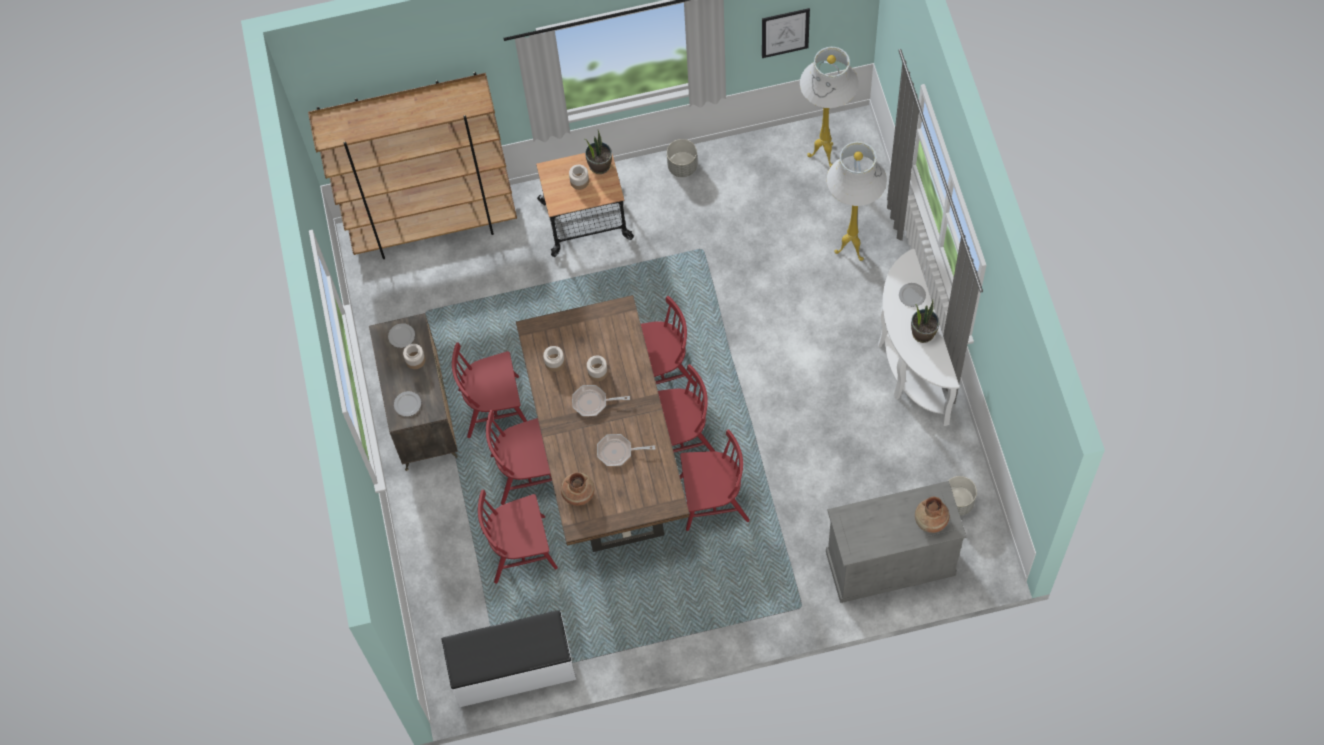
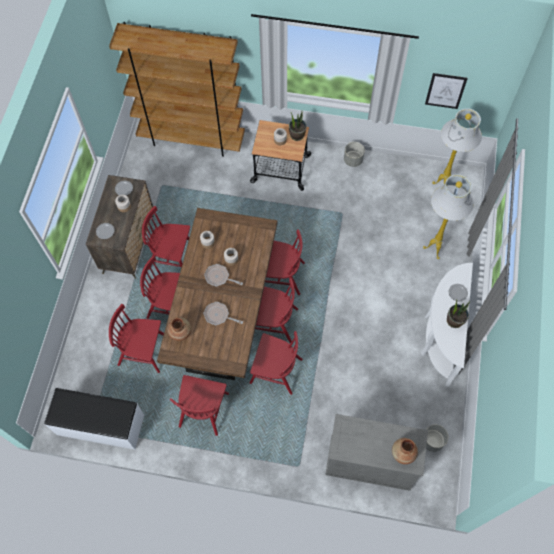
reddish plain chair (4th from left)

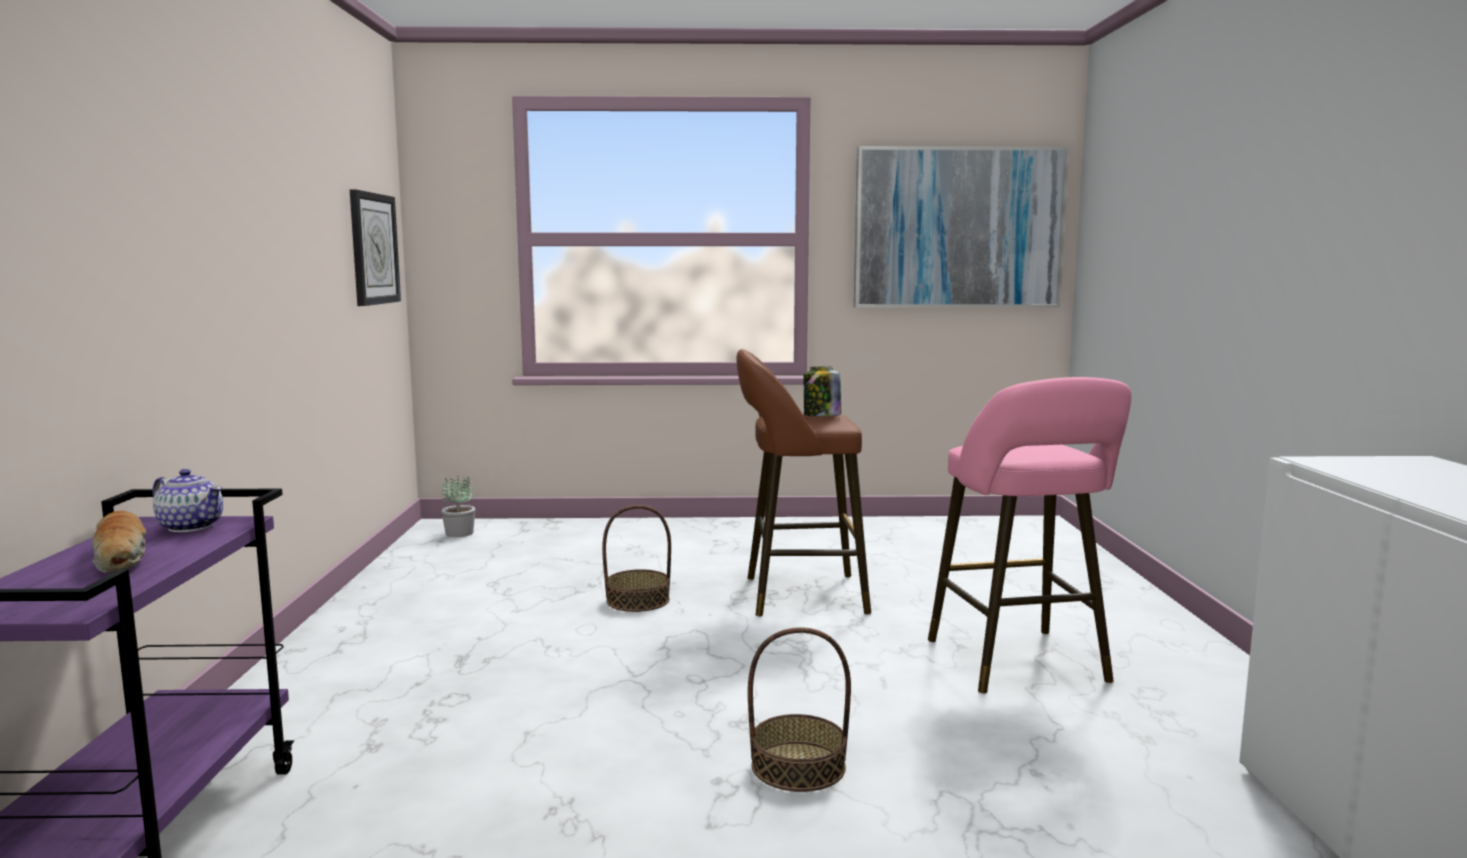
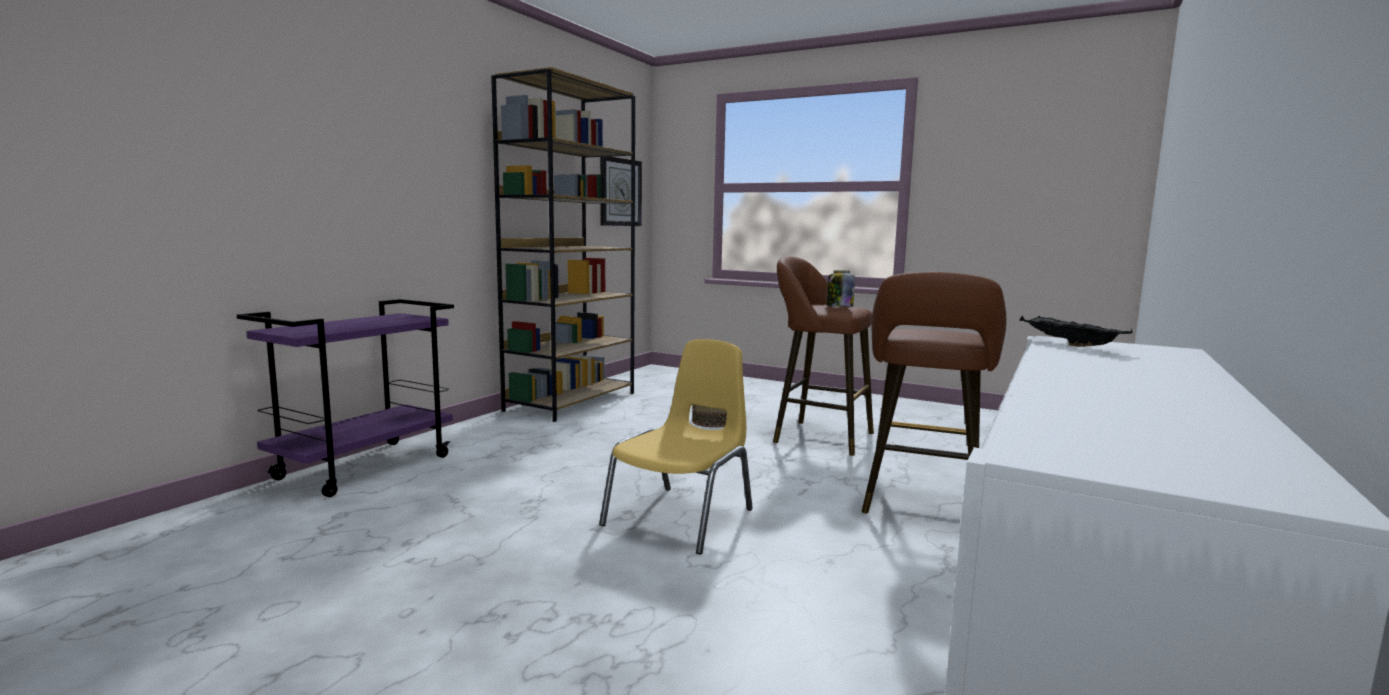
bread; tea pot; plant in a pot; picture; brownish bookshelf; blackish carrying tray; yellow plain chair; brownish sitting stool (2nd from left)

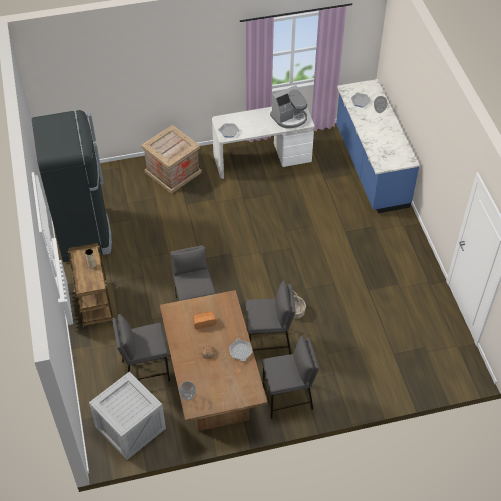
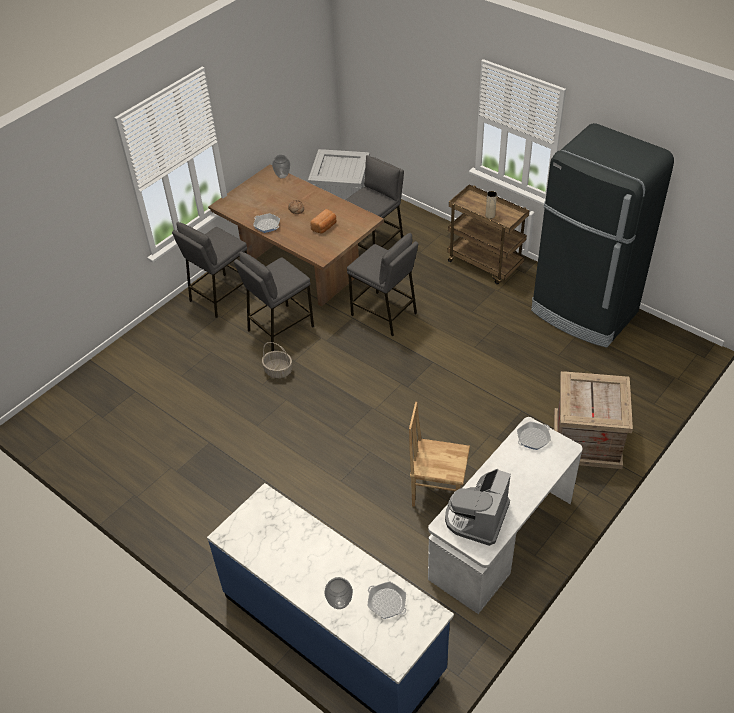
brownish plain chair

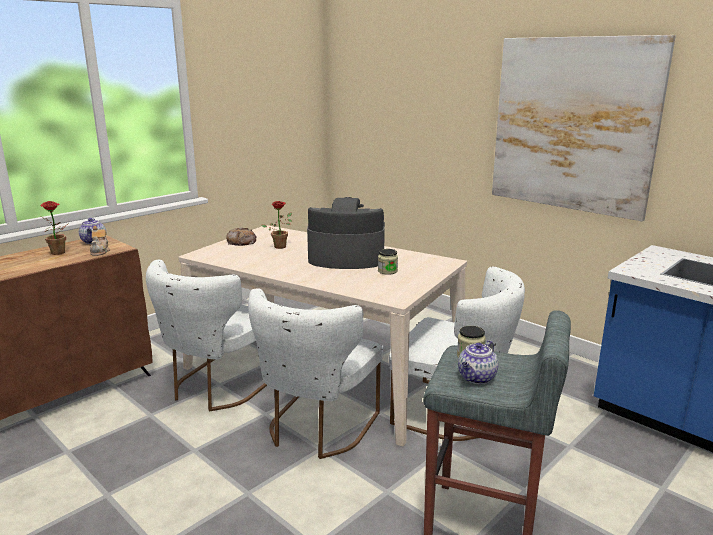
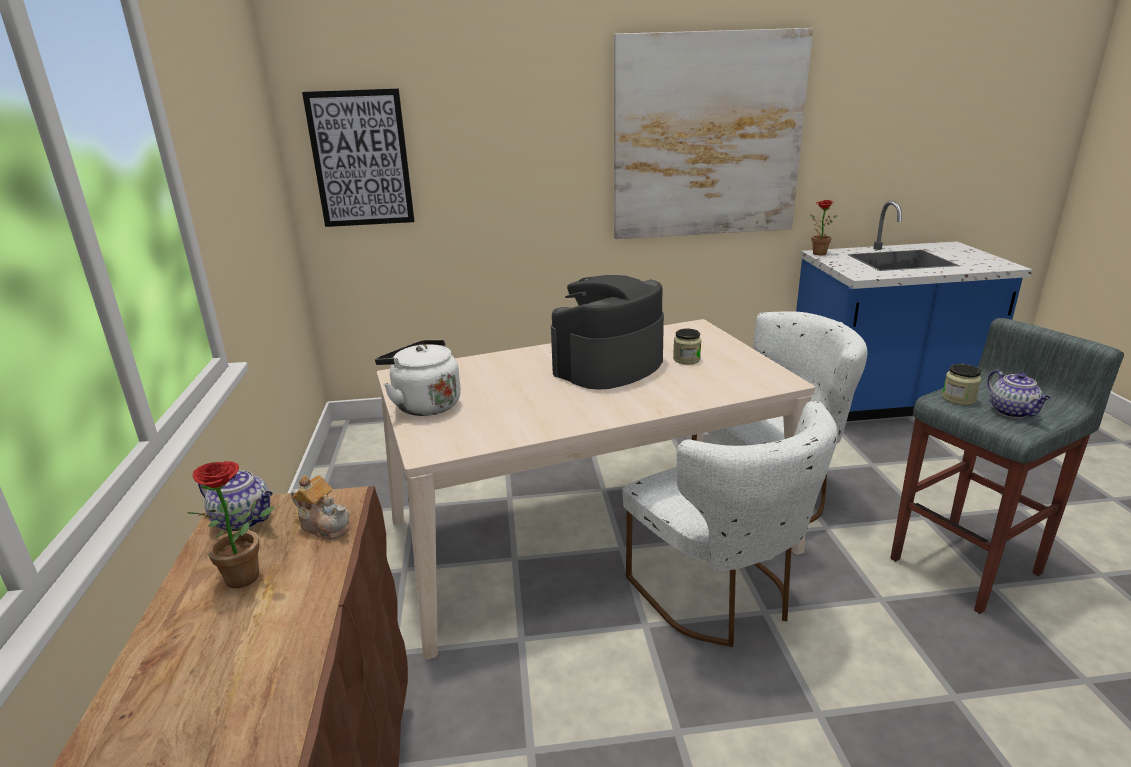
white-coloured plain chair (1st from left in the first image); picture (1st from left); plant in a pot (2nd from left); white-coloured kettle

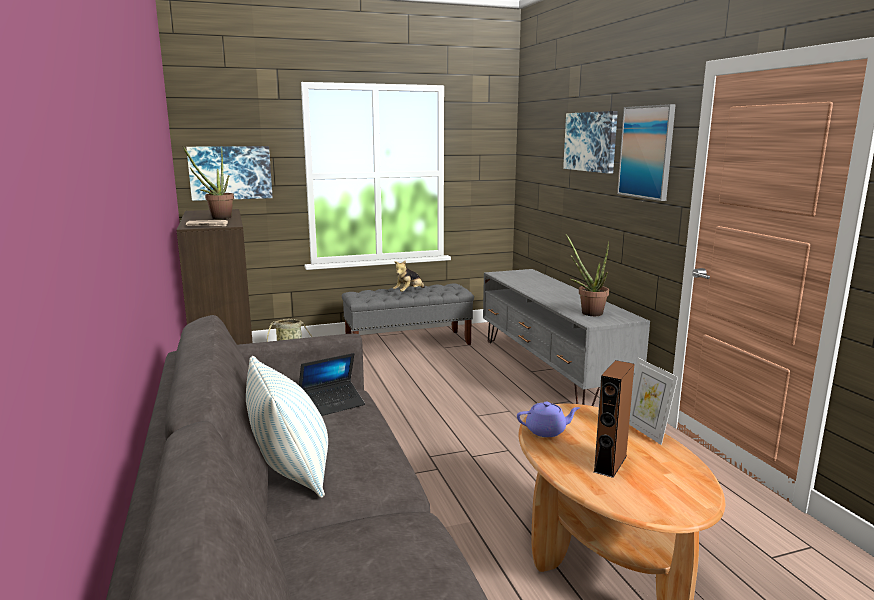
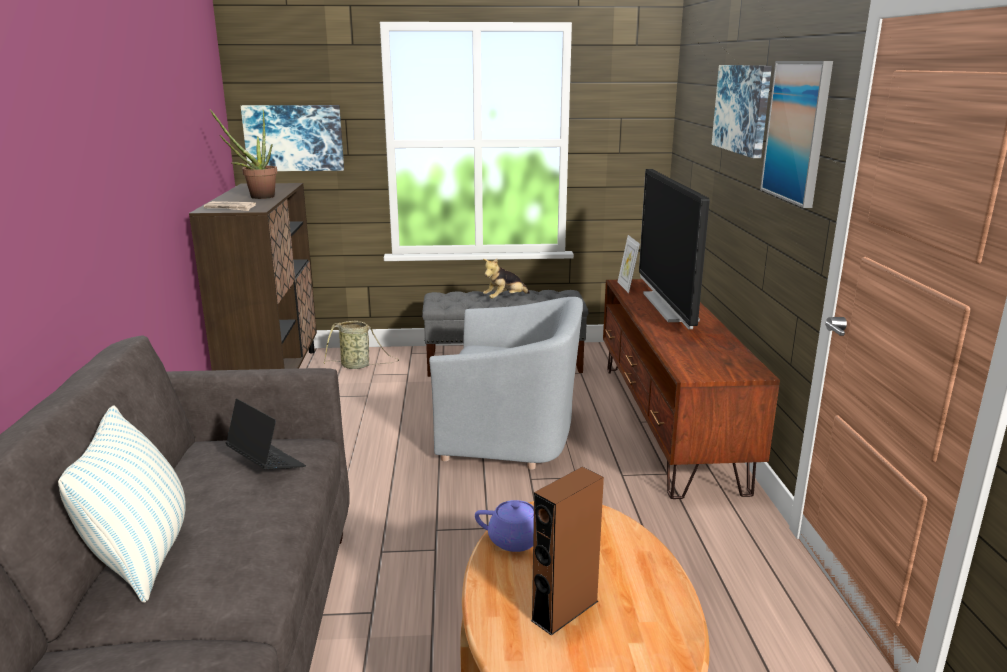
plant in a pot (2nd from left in the first image); gray armchair; TV; photo frame; brownish media console; portable computer

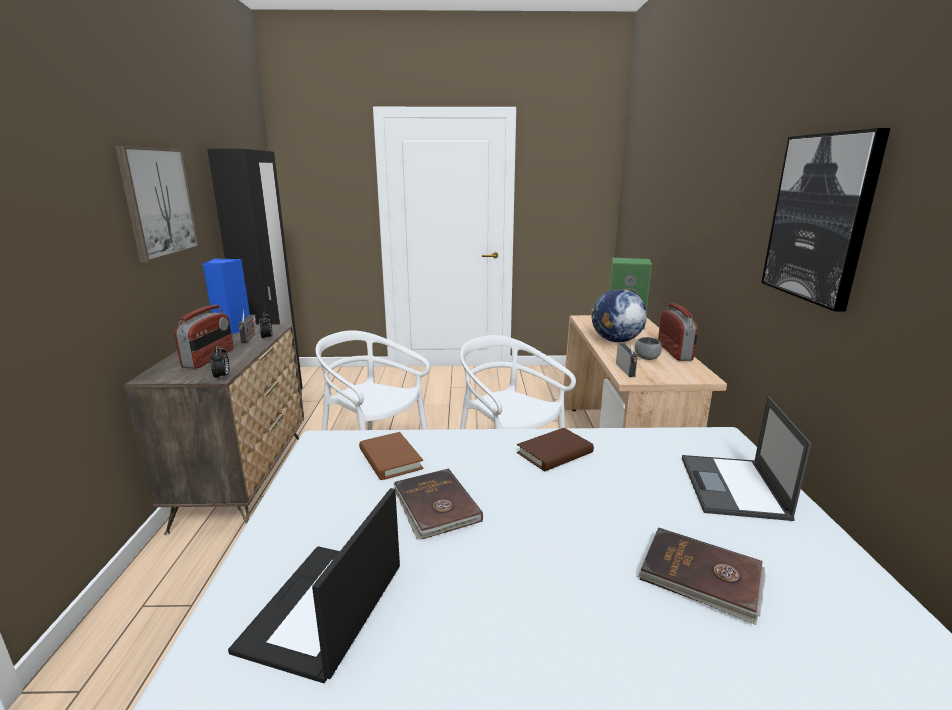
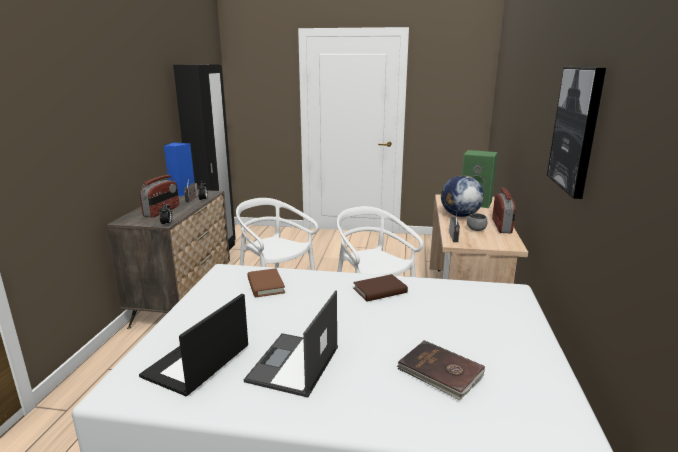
picture (1st from left in the first image); brownish book (2nd from left in the first image); portable computer (2nd from left)

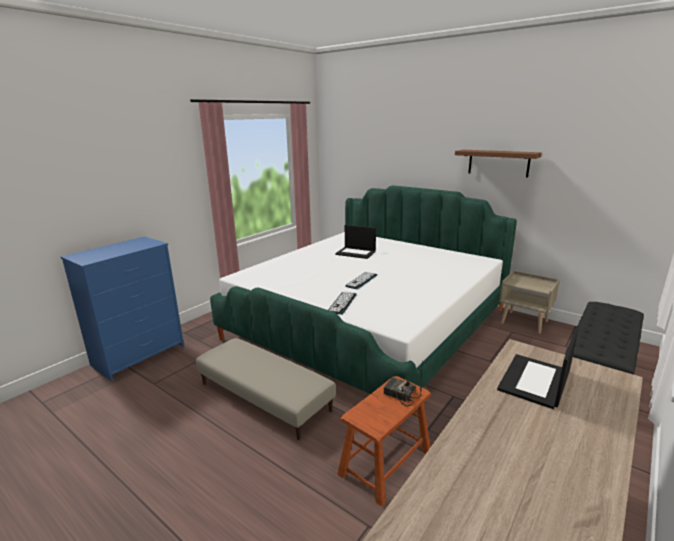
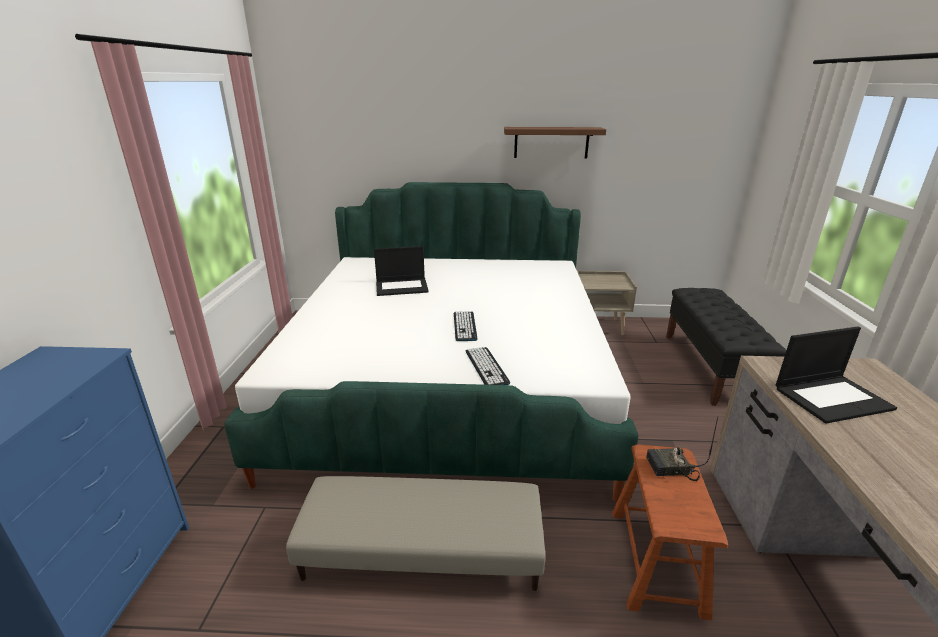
portable computer (2nd from left)

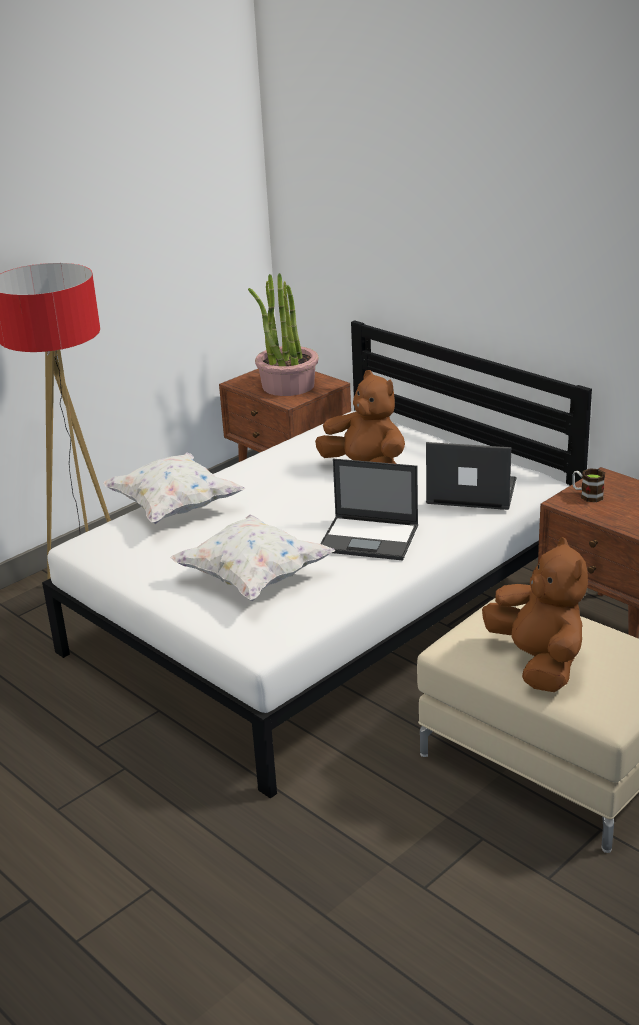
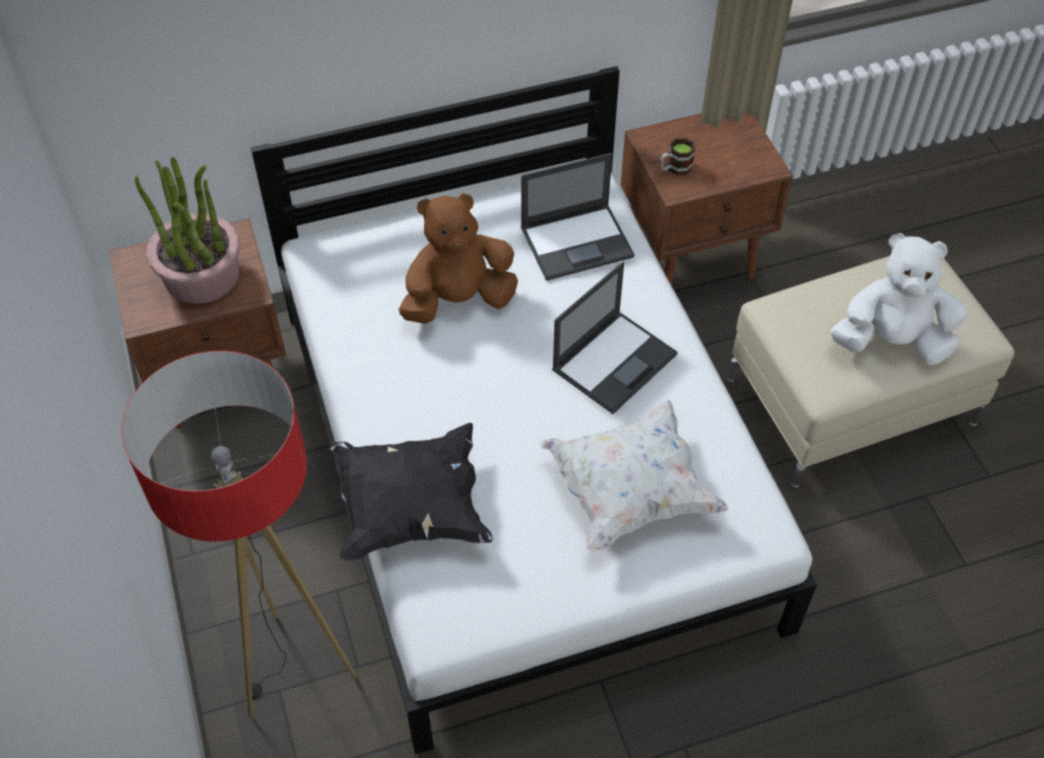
blackish throw pillow; white-coloured plush toy; portable computer (1st from left)

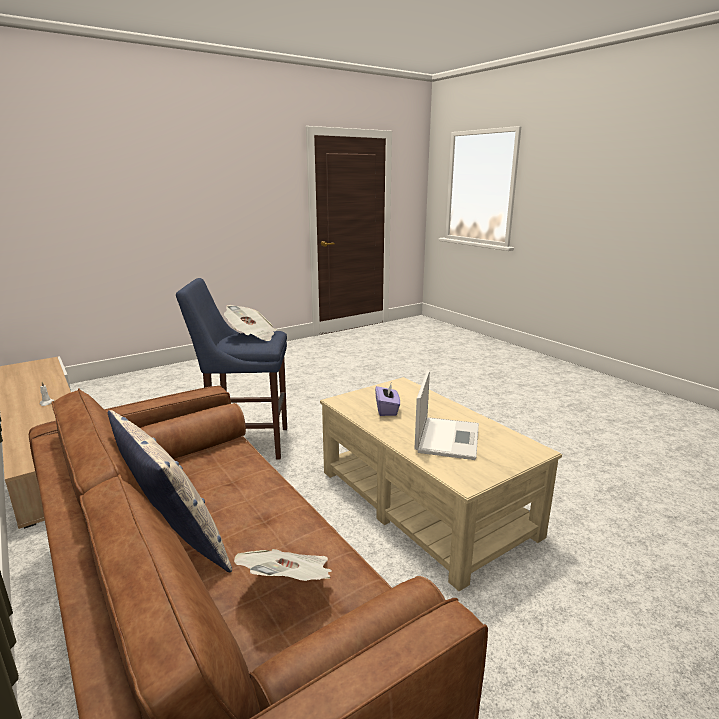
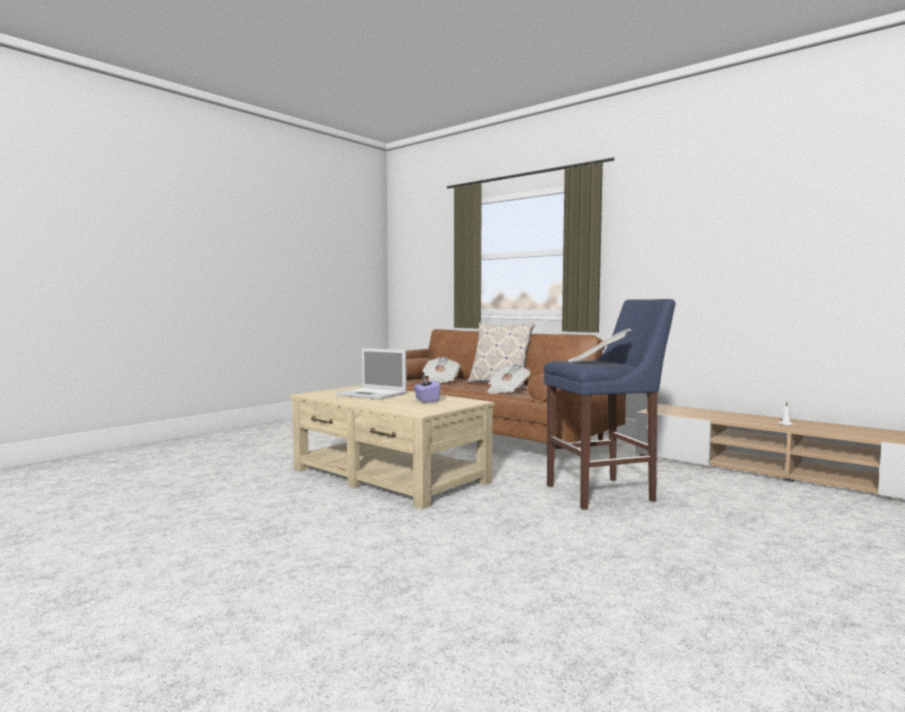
daily paper (2nd from left); portable computer

